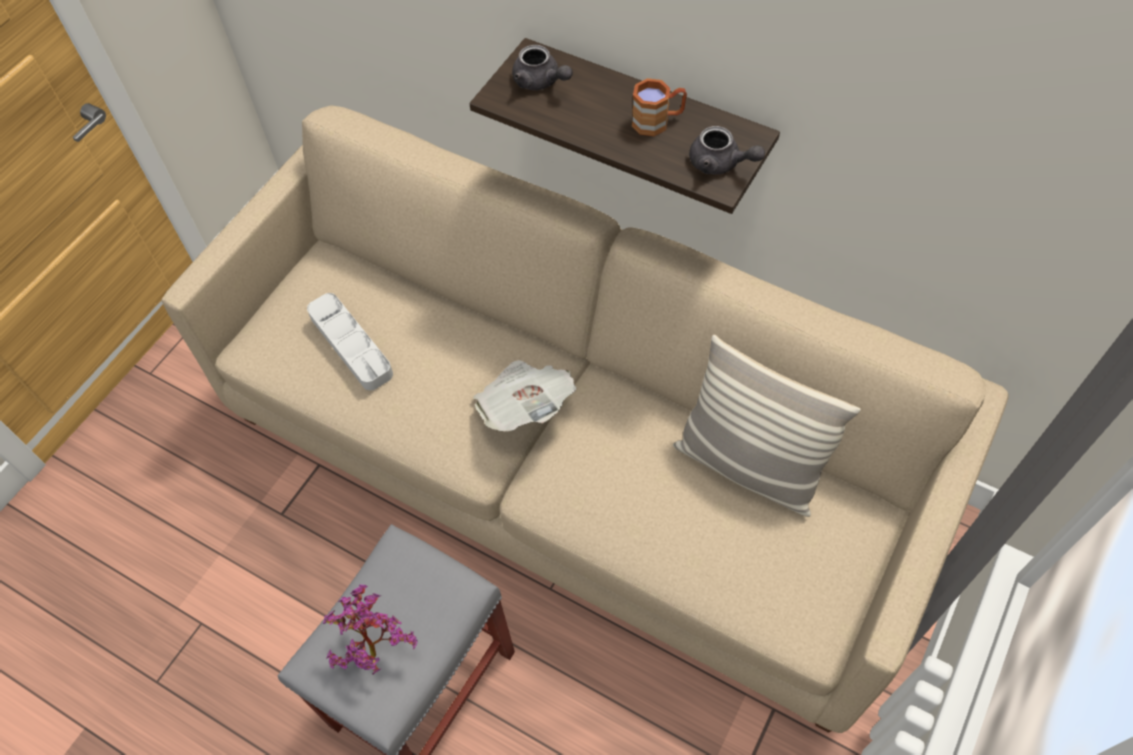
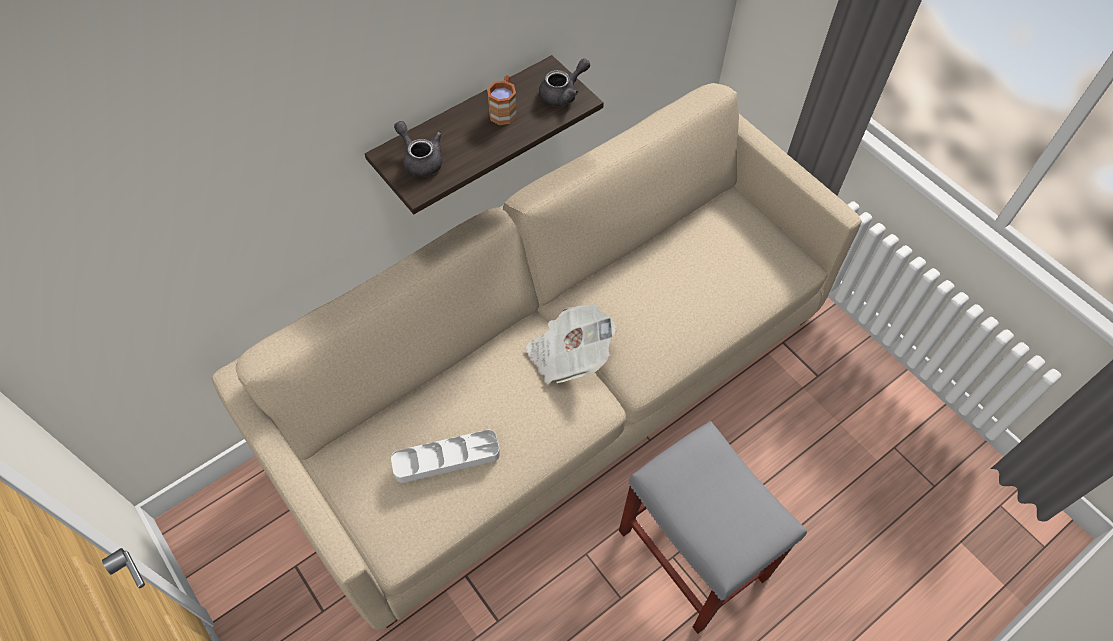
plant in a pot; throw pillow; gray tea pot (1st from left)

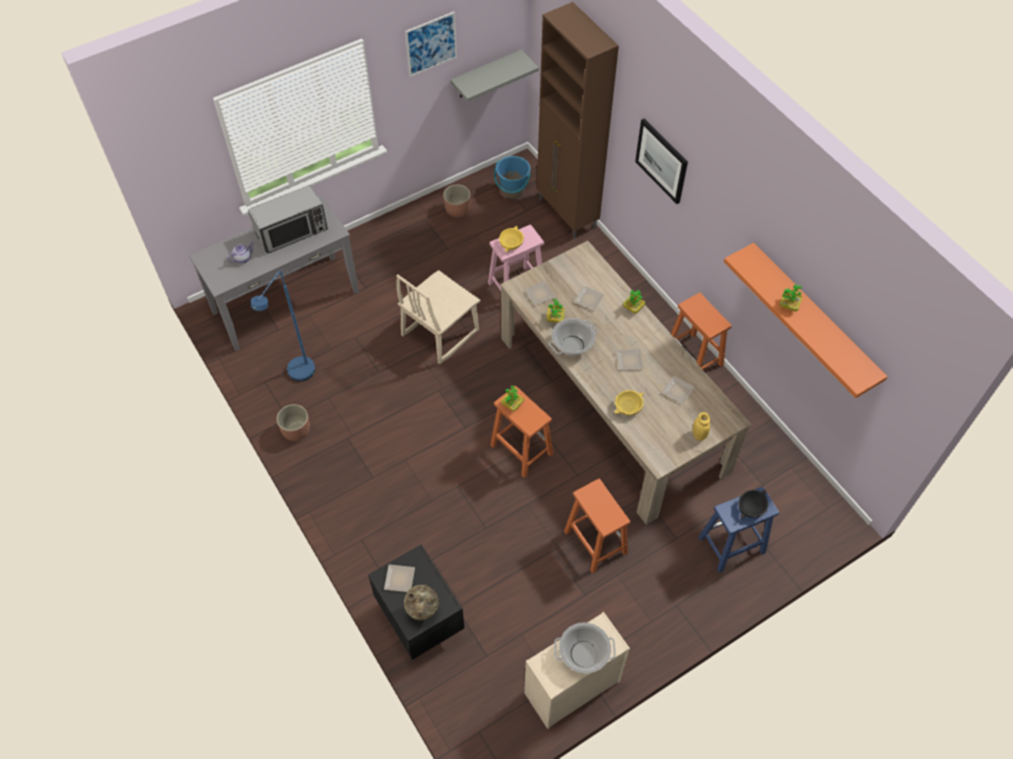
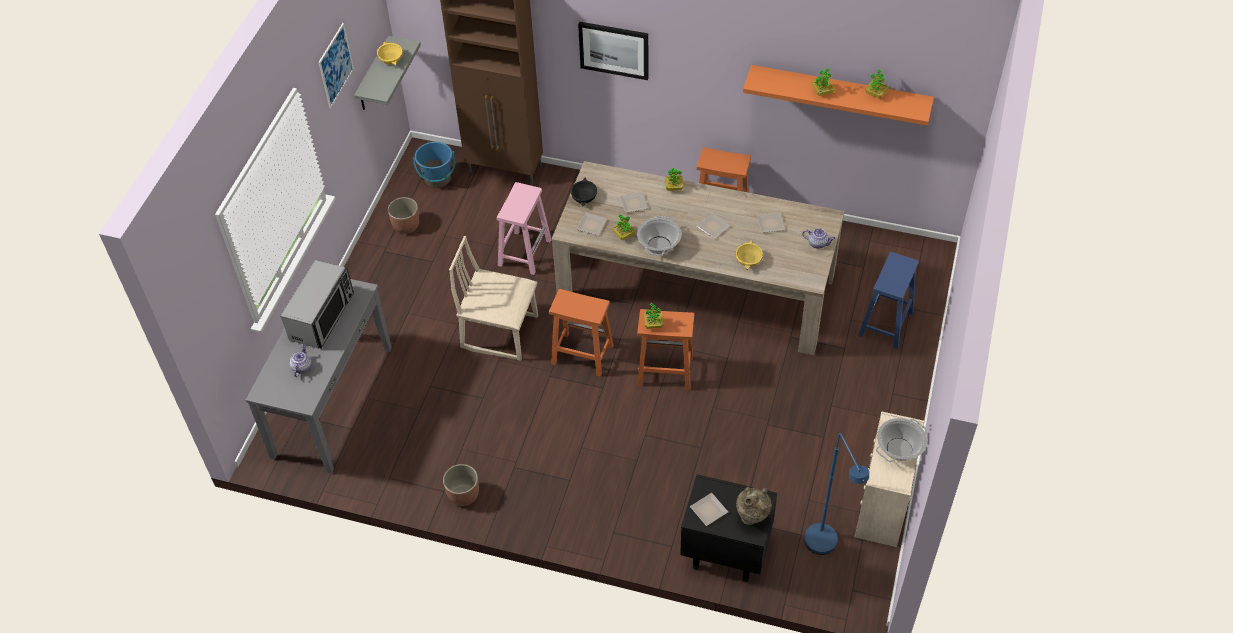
plant in a pot (5th from left); blue-coloured standard lamp; yellow bowl (1st from left); orange-coloured sitting stool (1st from left); blackish bowl; tea pot (2nd from left); beige-coloured plain chair

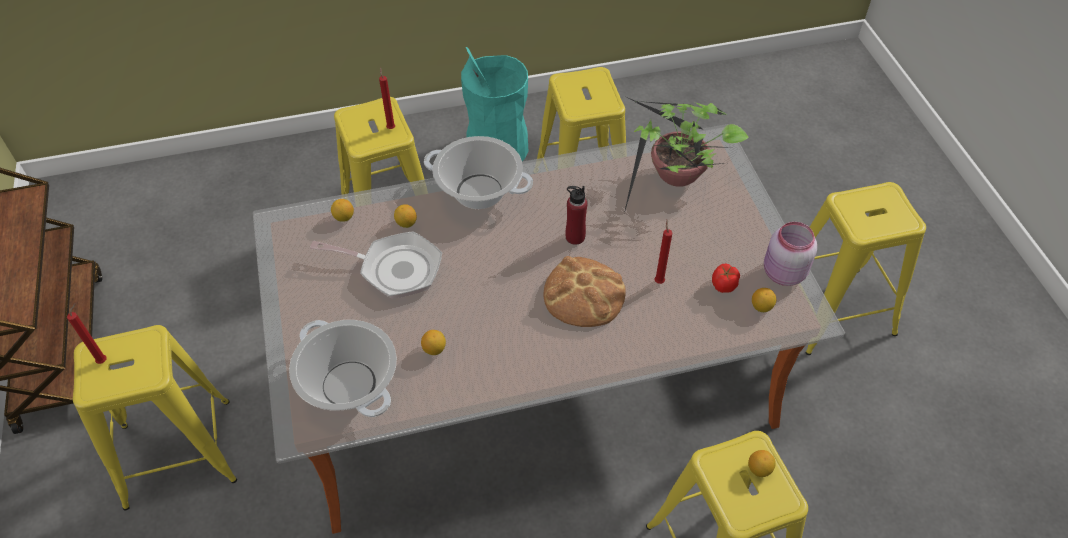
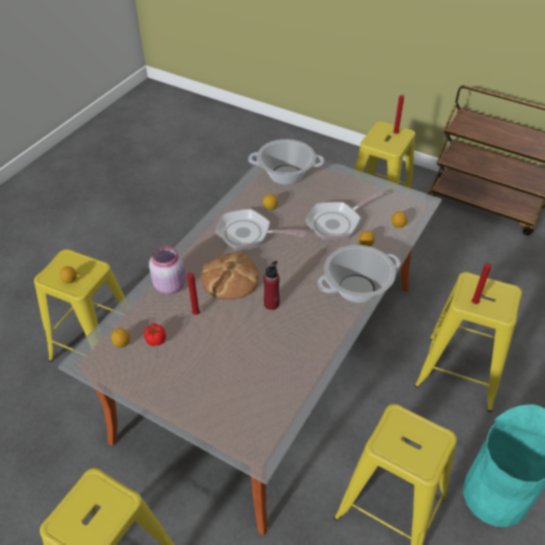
plant in a pot; pan (1st from left); pink storage jar

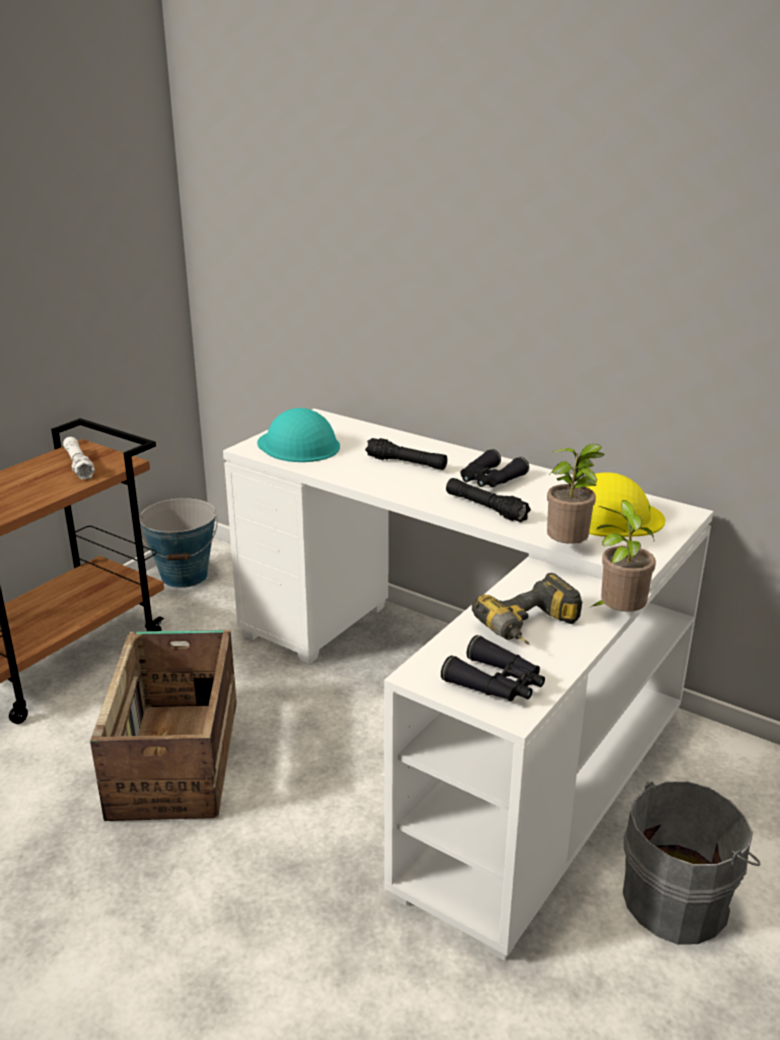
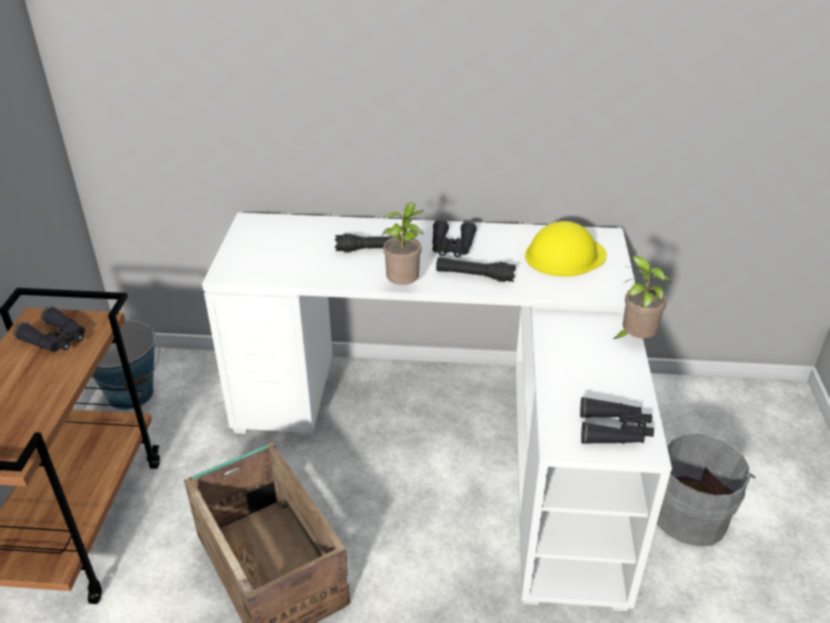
blue-green safety helmet; drill; plant in a pot (1st from left); blackish field glasses (1st from left)

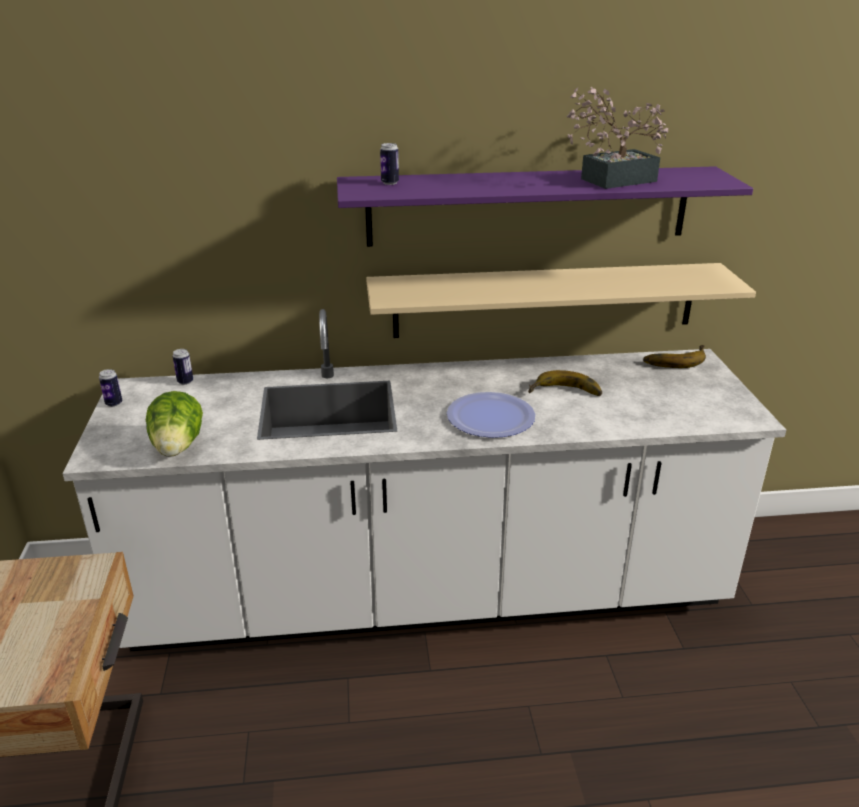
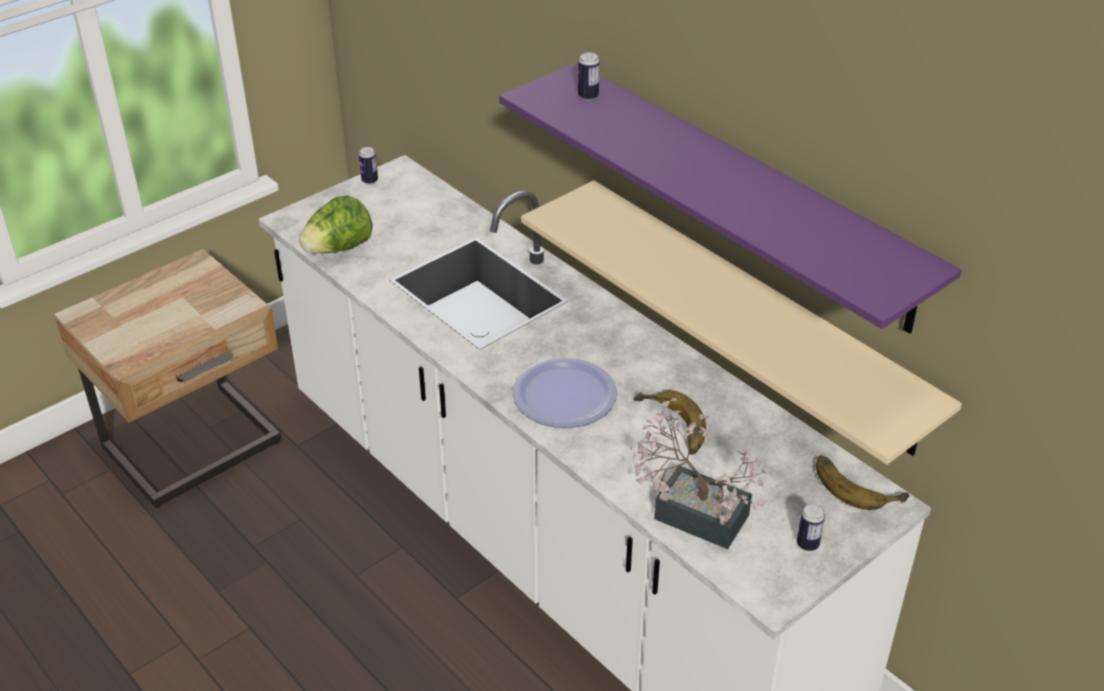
sealed can (3rd from left); plant in a pot

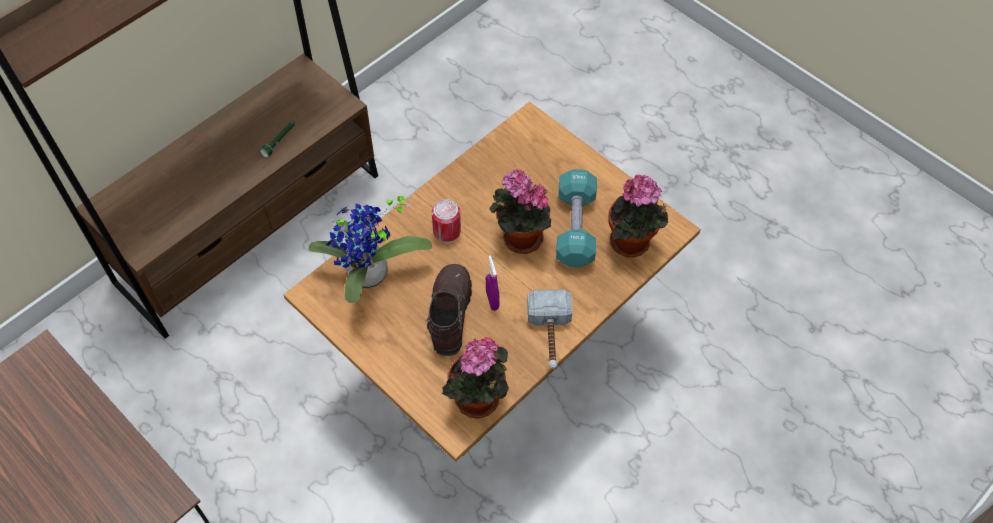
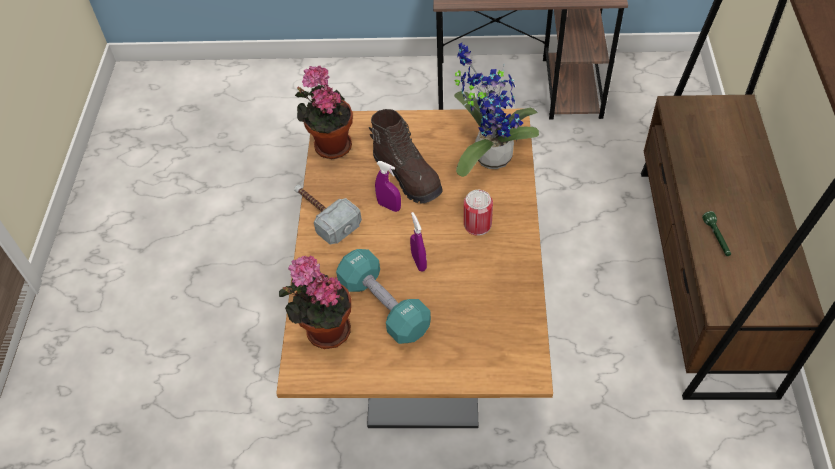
purple hand sprayer (2nd from left)

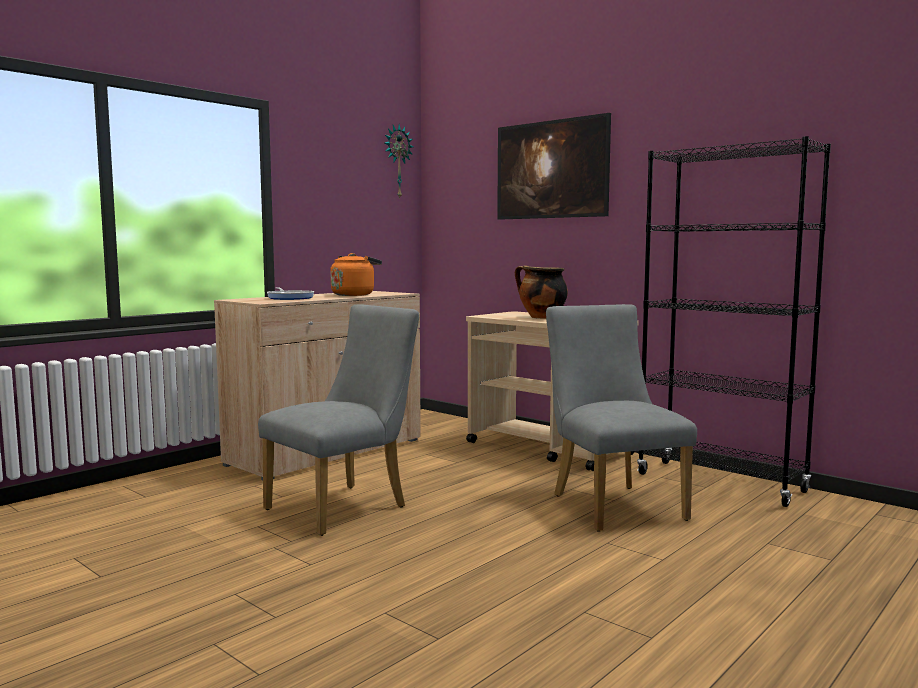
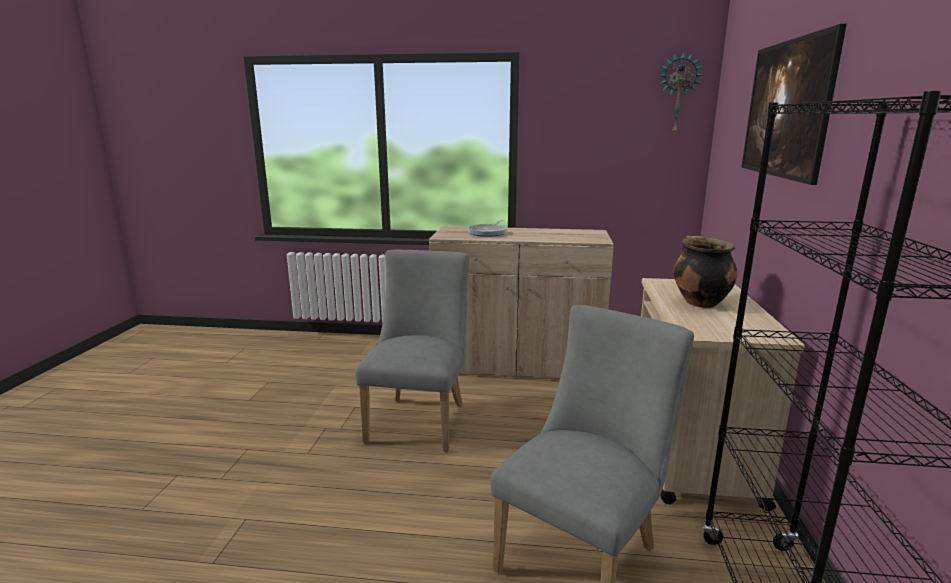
orange-coloured kettle; gray plain chair (1st from left)

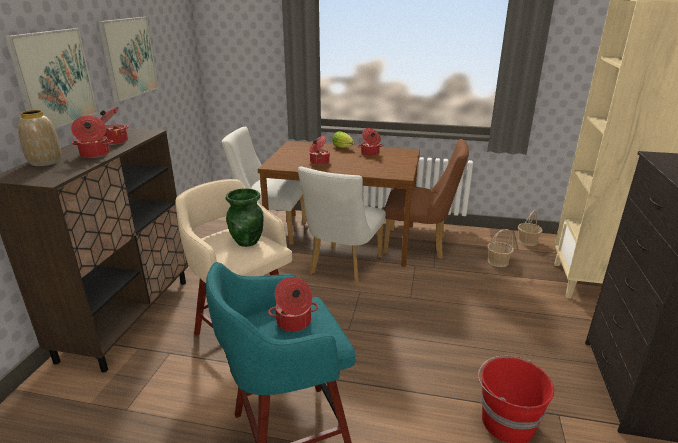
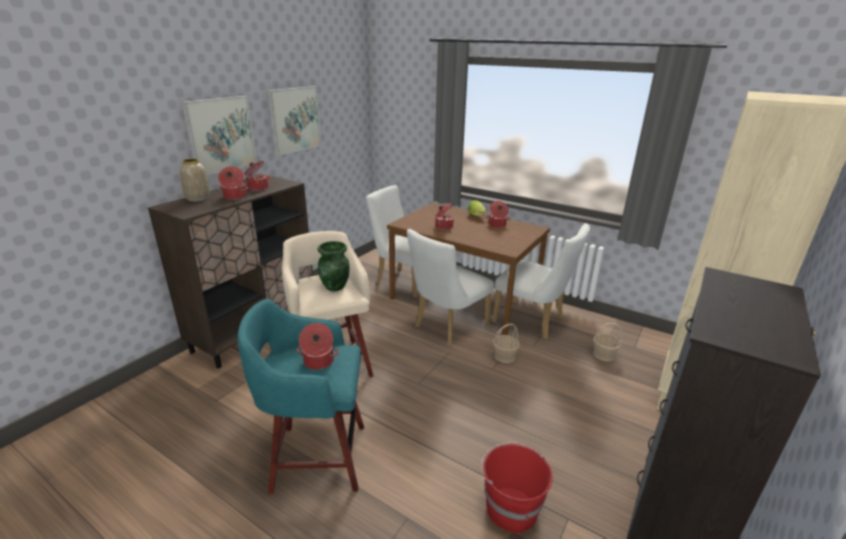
household basket (1st from left); white-coloured plain chair (3rd from left)

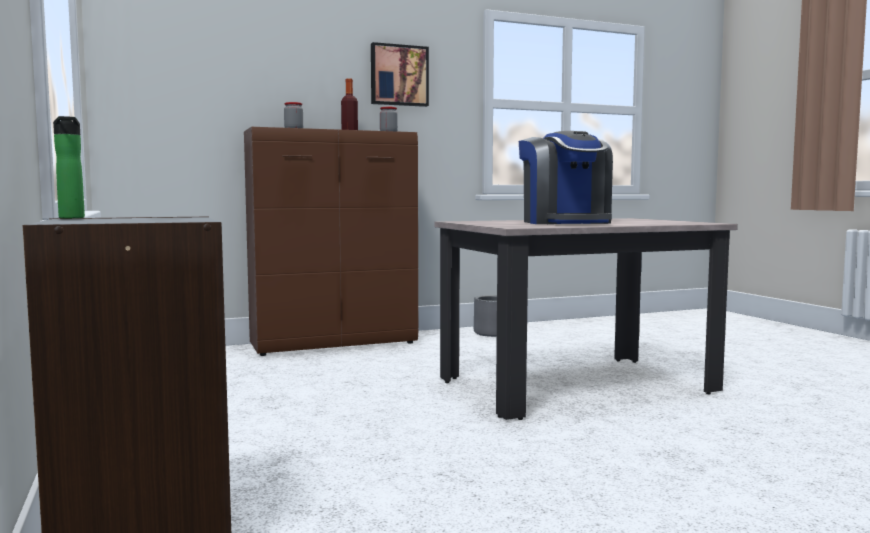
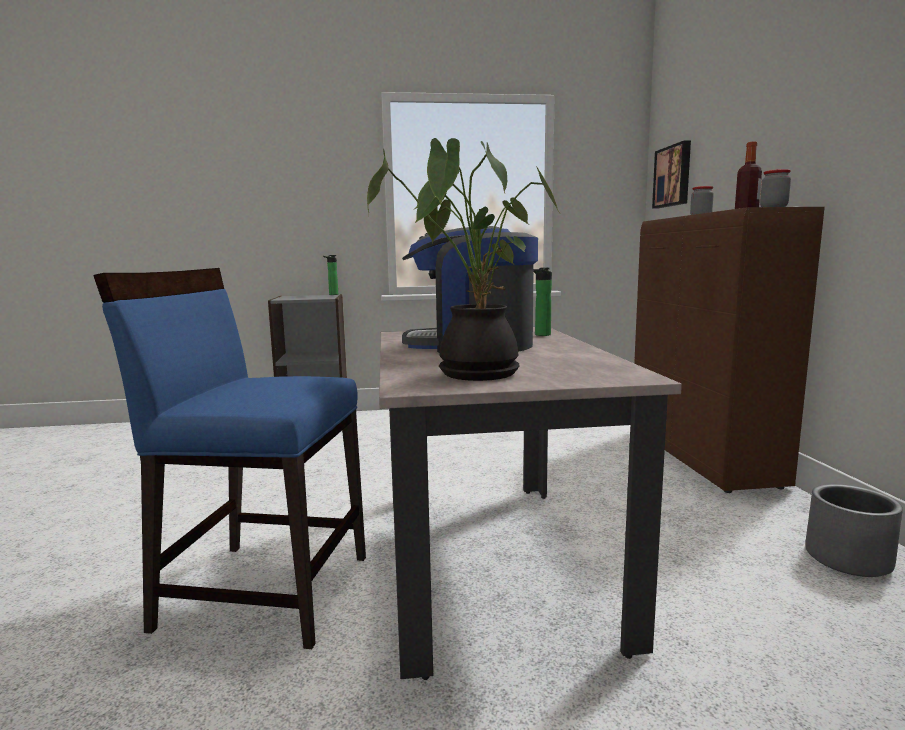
blue-coloured plain chair; plant in a pot; beverage bottle (2nd from left); picture

